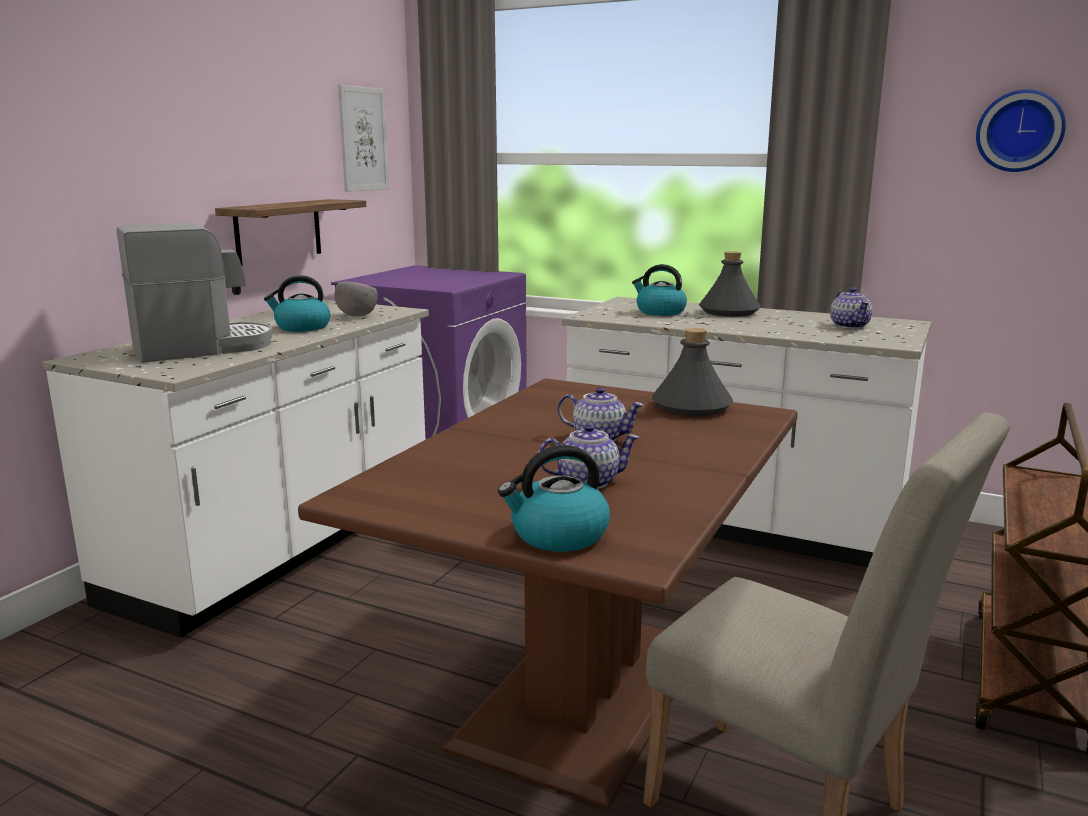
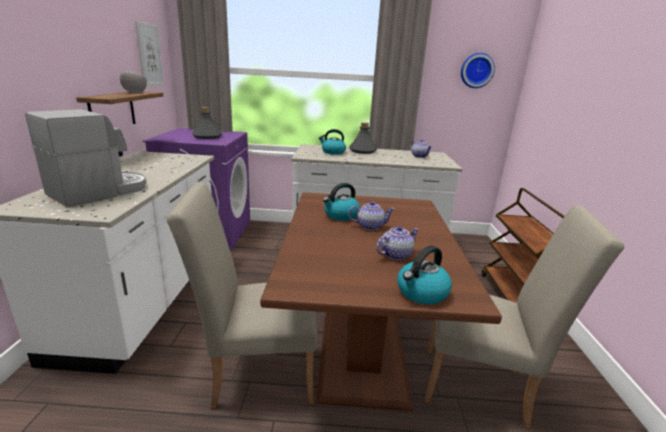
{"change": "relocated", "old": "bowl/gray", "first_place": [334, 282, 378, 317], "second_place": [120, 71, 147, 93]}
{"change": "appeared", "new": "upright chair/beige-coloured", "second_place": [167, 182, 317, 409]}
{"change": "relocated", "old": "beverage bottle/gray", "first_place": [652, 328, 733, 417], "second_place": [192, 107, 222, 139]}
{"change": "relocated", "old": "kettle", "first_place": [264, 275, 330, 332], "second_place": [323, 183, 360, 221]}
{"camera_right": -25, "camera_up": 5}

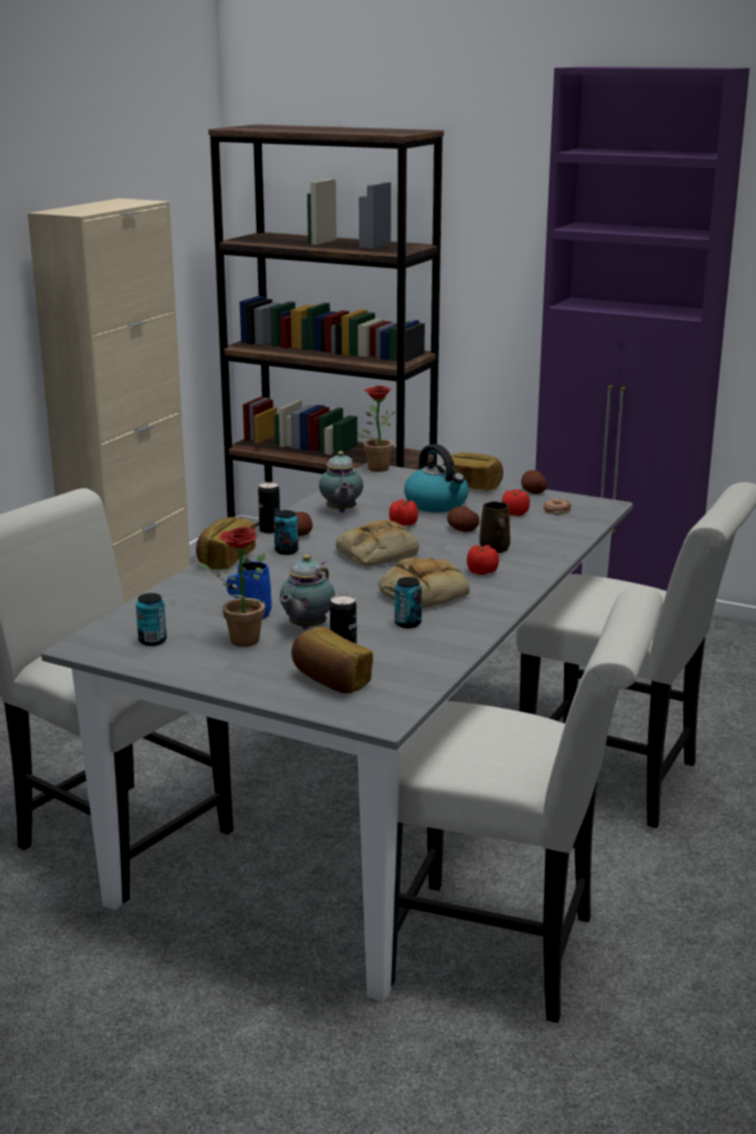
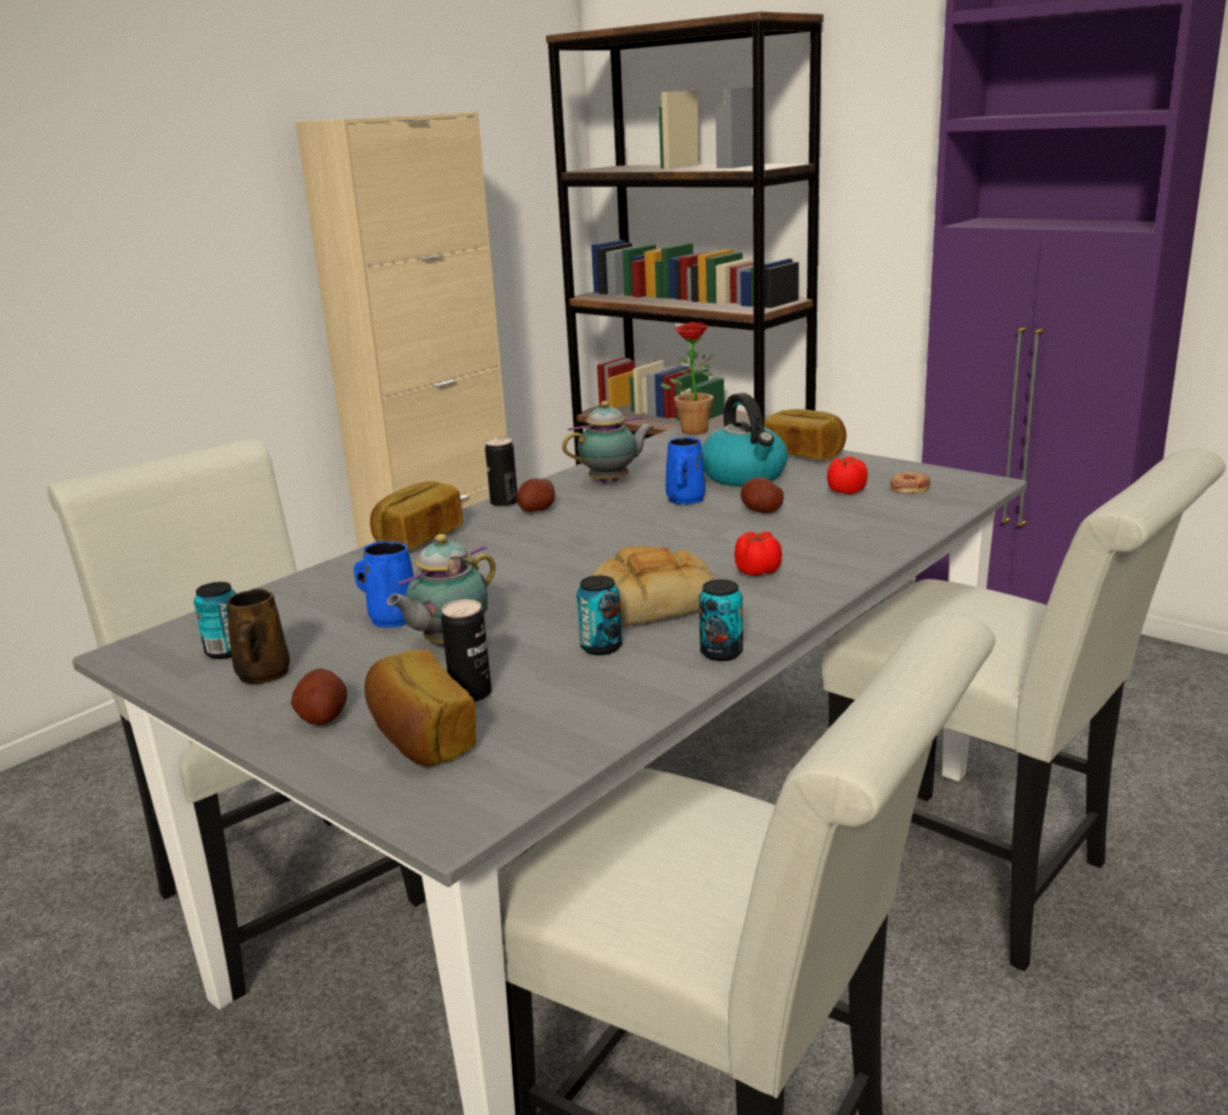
{"change": "relocated", "old": "coffee mug/brown-coloured", "first_place": [479, 501, 510, 553], "second_place": [227, 589, 290, 684]}
{"change": "relocated", "old": "whole potato", "first_place": [521, 470, 547, 494], "second_place": [291, 668, 347, 725]}
{"change": "spun", "old": "teapot", "first_place": [319, 451, 363, 513], "second_place": [562, 401, 653, 483], "degrees": -120}
{"change": "exchanged", "old": "fresh tomato", "new": "coffee mug/blue-coloured", "first_place": [389, 500, 418, 526], "second_place": [666, 437, 705, 505]}
{"change": "relocated", "old": "metal can", "first_place": [274, 510, 298, 555], "second_place": [699, 579, 743, 661]}
{"change": "missing", "old": "plant in a pot", "first_place": [196, 527, 266, 647]}
{"change": "missing", "old": "bakery bread", "first_place": [336, 520, 419, 566]}
{"camera_right": 15, "camera_up": 0}

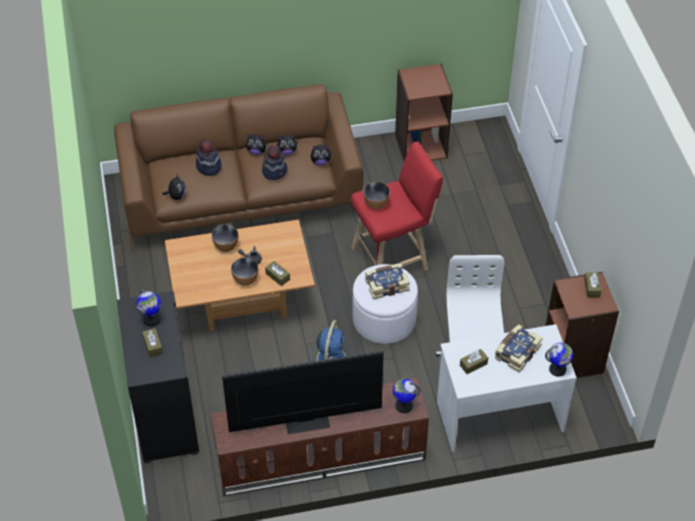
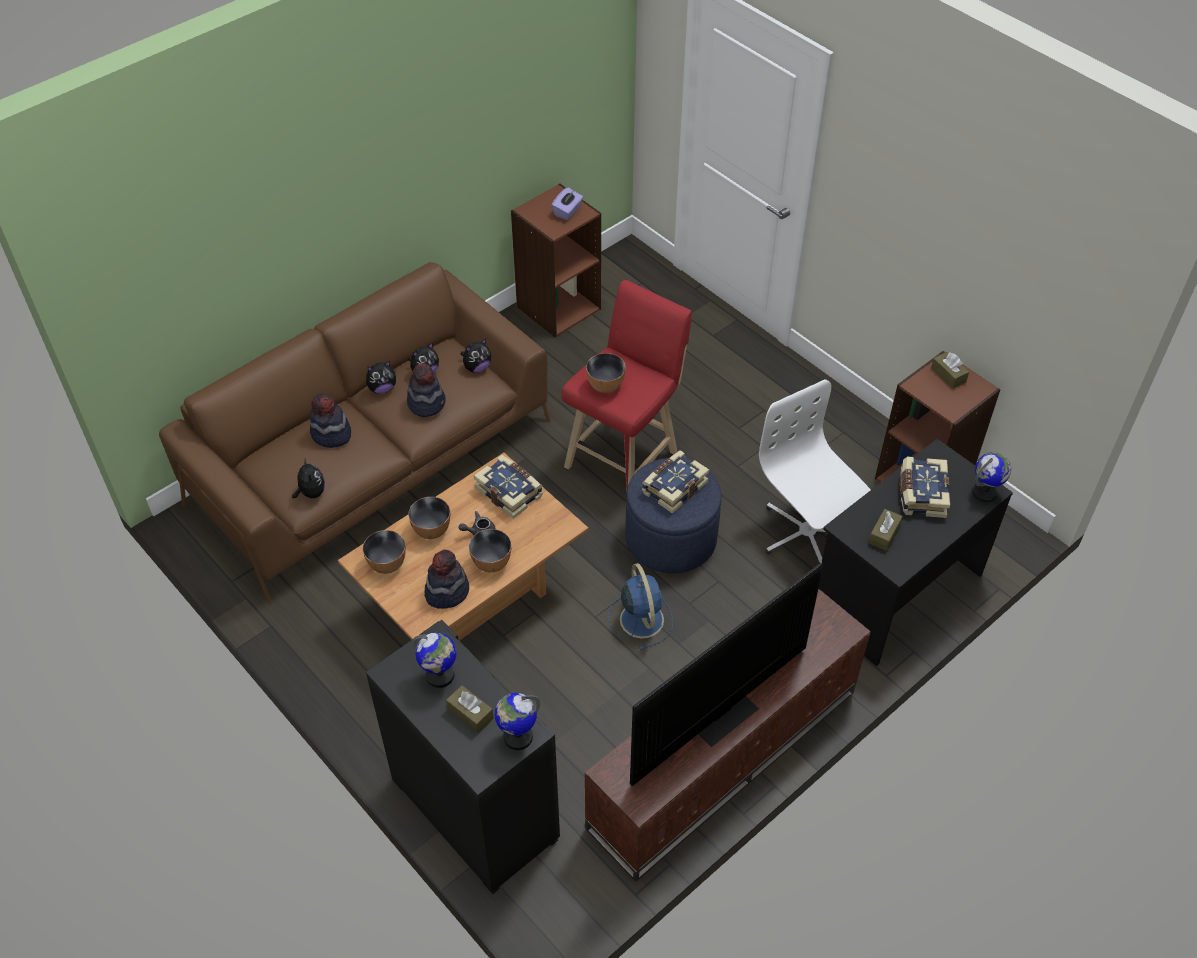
{"change": "appeared", "new": "bowl", "second_place": [363, 530, 406, 574]}
{"change": "appeared", "new": "clothing hat", "second_place": [424, 550, 469, 609]}
{"change": "appeared", "new": "bound book", "second_place": [474, 455, 543, 519]}
{"change": "relocated", "old": "desk globe", "first_place": [393, 379, 421, 413], "second_place": [495, 693, 540, 750]}
{"change": "appeared", "new": "box of tissues/purplish", "second_place": [551, 187, 583, 220]}
{"change": "colour", "old": "ottoman/white", "new": "ottoman/blue-coloured", "first_place": [353, 264, 418, 344], "second_place": [625, 458, 722, 573]}
{"change": "colour", "old": "desk/white", "new": "desk/blackish", "first_place": [437, 324, 577, 452], "second_place": [819, 439, 1013, 666]}
{"change": "missing", "old": "box of tissues/brown-coloured", "first_place": [265, 261, 290, 286]}
{"camera_right": -30, "camera_up": 0}

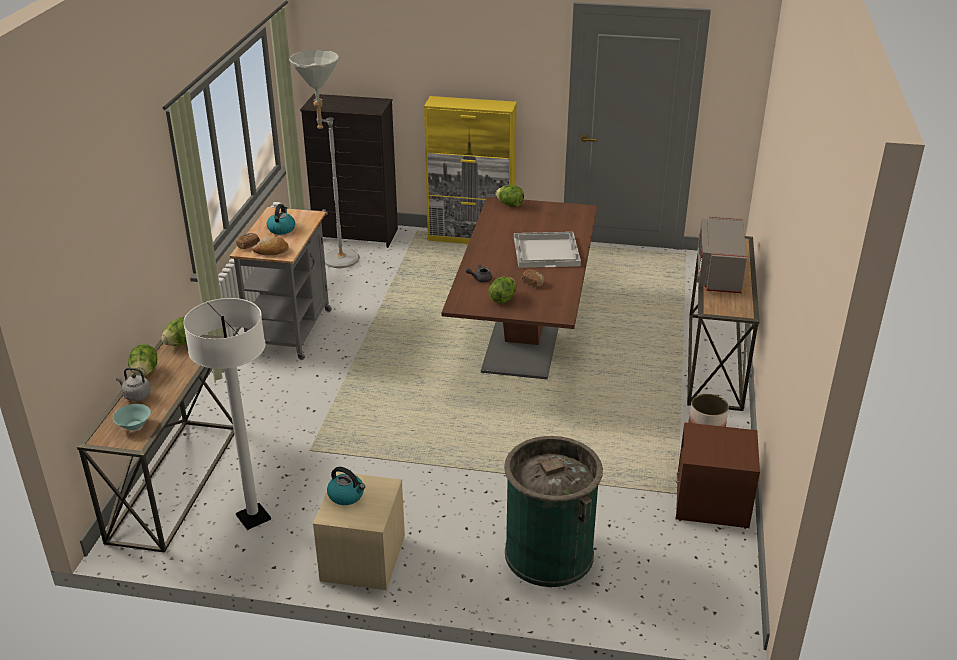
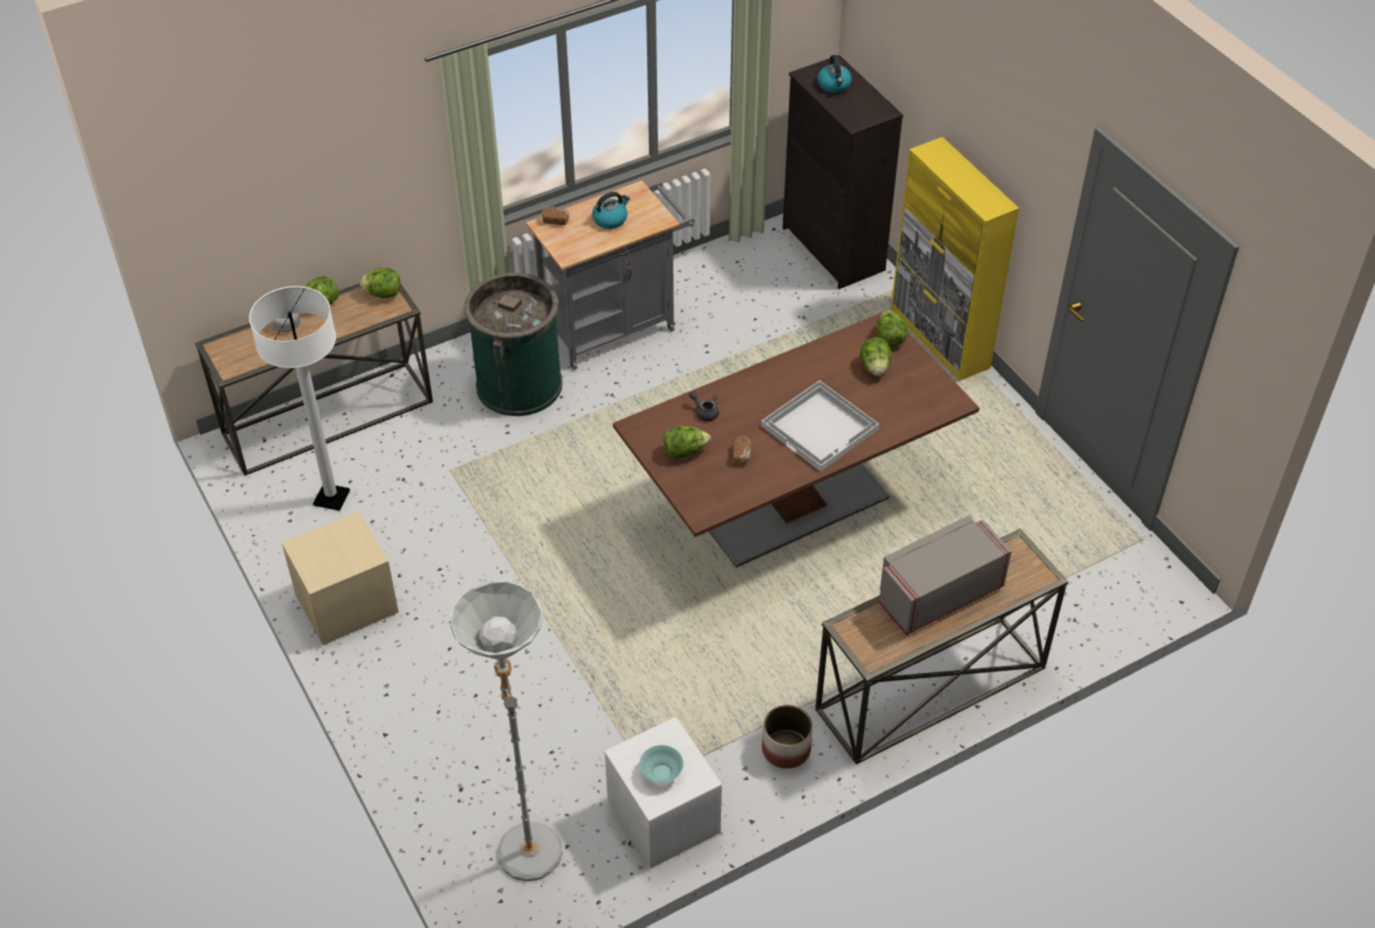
{"change": "relocated", "old": "floor lamp/gray", "first_place": [289, 49, 360, 268], "second_place": [450, 581, 563, 881]}
{"change": "relocated", "old": "waste bin/green", "first_place": [504, 436, 603, 587], "second_place": [464, 273, 562, 416]}
{"change": "colour", "old": "night table/brown-coloured", "new": "night table/white", "first_place": [676, 422, 760, 529], "second_place": [604, 717, 722, 869]}
{"change": "relocated", "old": "bowl/blue-green", "first_place": [113, 404, 151, 431], "second_place": [639, 745, 684, 783]}
{"change": "relocated", "old": "kettle", "first_place": [327, 467, 365, 505], "second_place": [817, 55, 852, 93]}
{"change": "appeared", "new": "head of lettuce", "second_place": [860, 337, 891, 376]}
{"change": "missing", "old": "bakery bread", "first_place": [252, 237, 289, 255]}
{"camera_right": 50, "camera_up": 15}

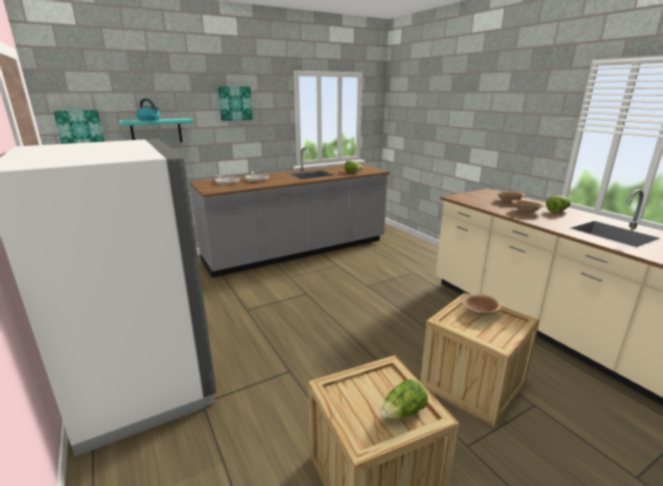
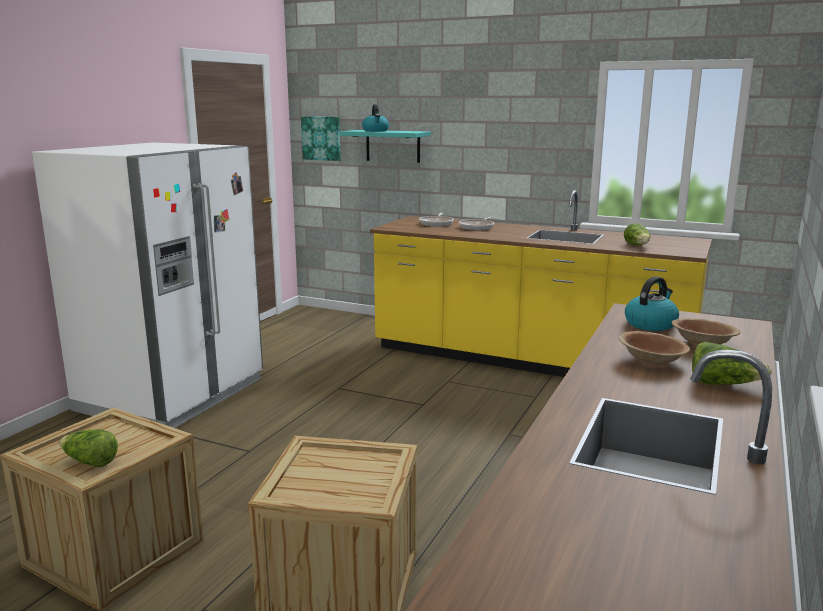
{"change": "colour", "old": "kitchen counter/gray", "new": "kitchen counter/yellow-coloured", "first_place": [189, 148, 390, 278], "second_place": [370, 190, 712, 377]}
{"change": "appeared", "new": "kettle", "second_place": [625, 276, 679, 331]}
{"change": "missing", "old": "picture", "first_place": [218, 86, 253, 121]}
{"change": "missing", "old": "bowl/brown-coloured", "first_place": [462, 294, 502, 316]}
{"camera_right": 55, "camera_up": -5}

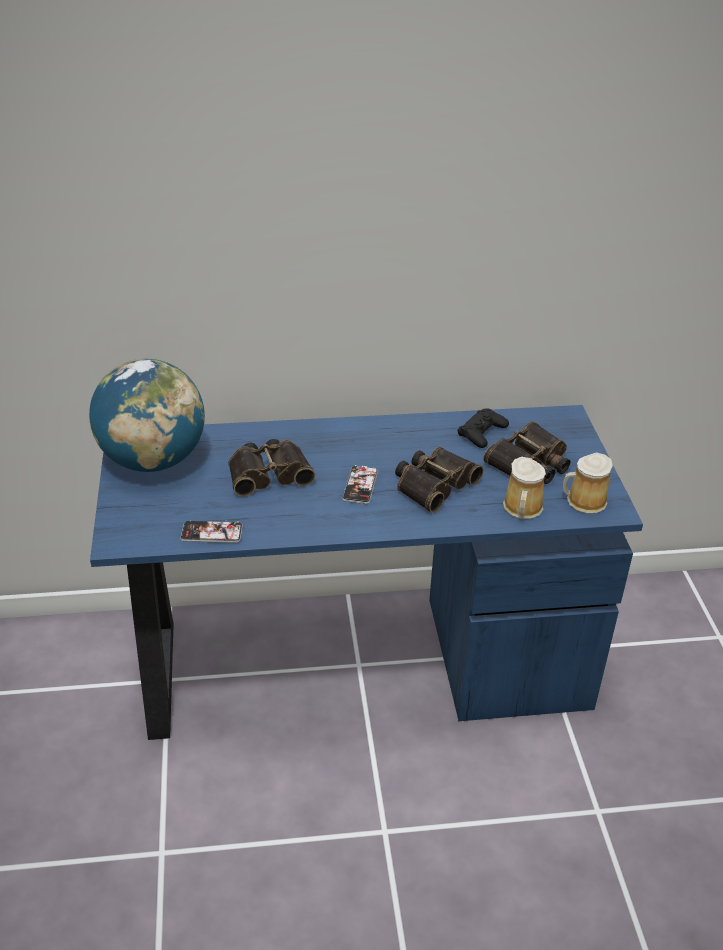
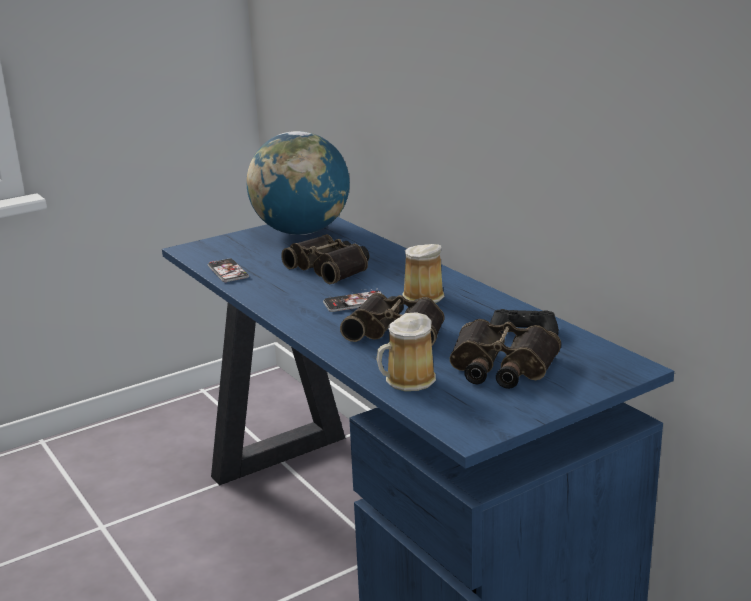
{"change": "relocated", "old": "coffee mug", "first_place": [563, 452, 613, 514], "second_place": [403, 244, 444, 303]}
{"camera_right": 65, "camera_up": -15}

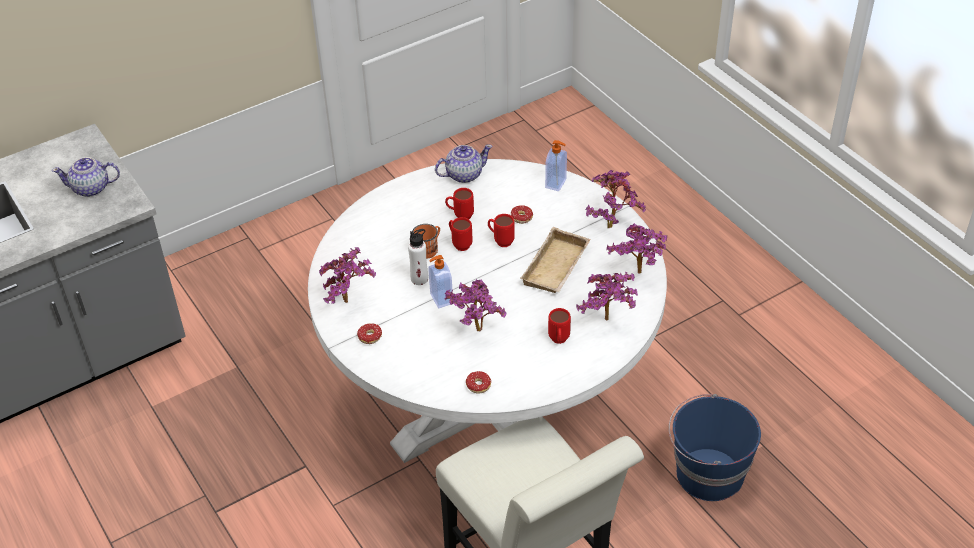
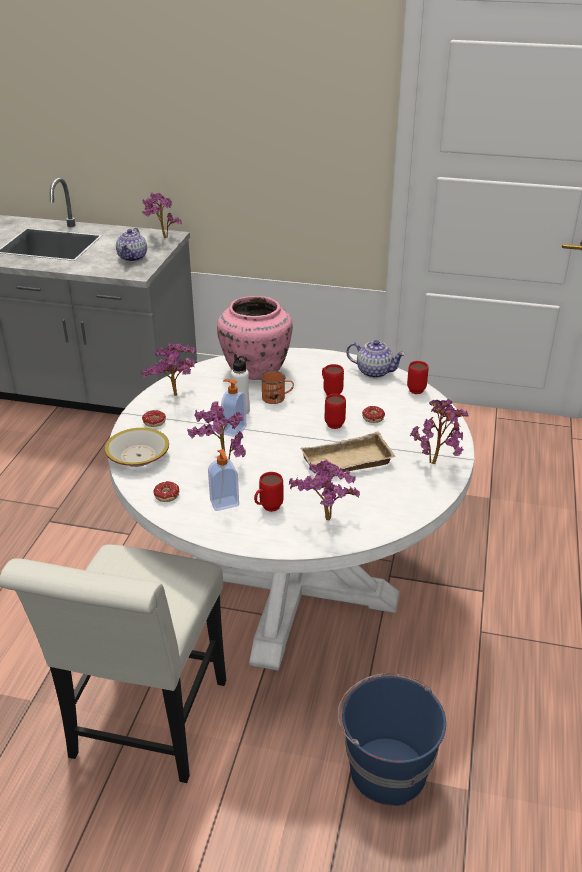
{"change": "appeared", "new": "bowl", "second_place": [105, 428, 169, 467]}
{"change": "spun", "old": "teapot", "first_place": [52, 157, 120, 197], "second_place": [116, 228, 147, 262], "degrees": -120}
{"change": "relocated", "old": "plant in a pot", "first_place": [606, 223, 667, 274], "second_place": [142, 193, 182, 238]}
{"change": "relocated", "old": "soap bottle", "first_place": [545, 140, 567, 191], "second_place": [208, 449, 239, 511]}
{"change": "appeared", "new": "decorative vase/pink-coloured", "second_place": [217, 296, 293, 380]}
{"change": "relocated", "old": "coffee mug/reddish", "first_place": [449, 217, 473, 251], "second_place": [407, 361, 429, 394]}
{"camera_right": 45, "camera_up": -10}

